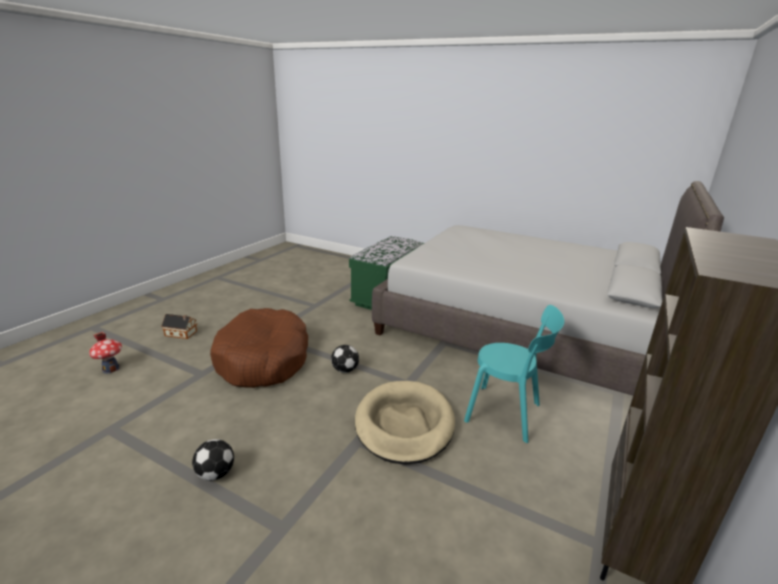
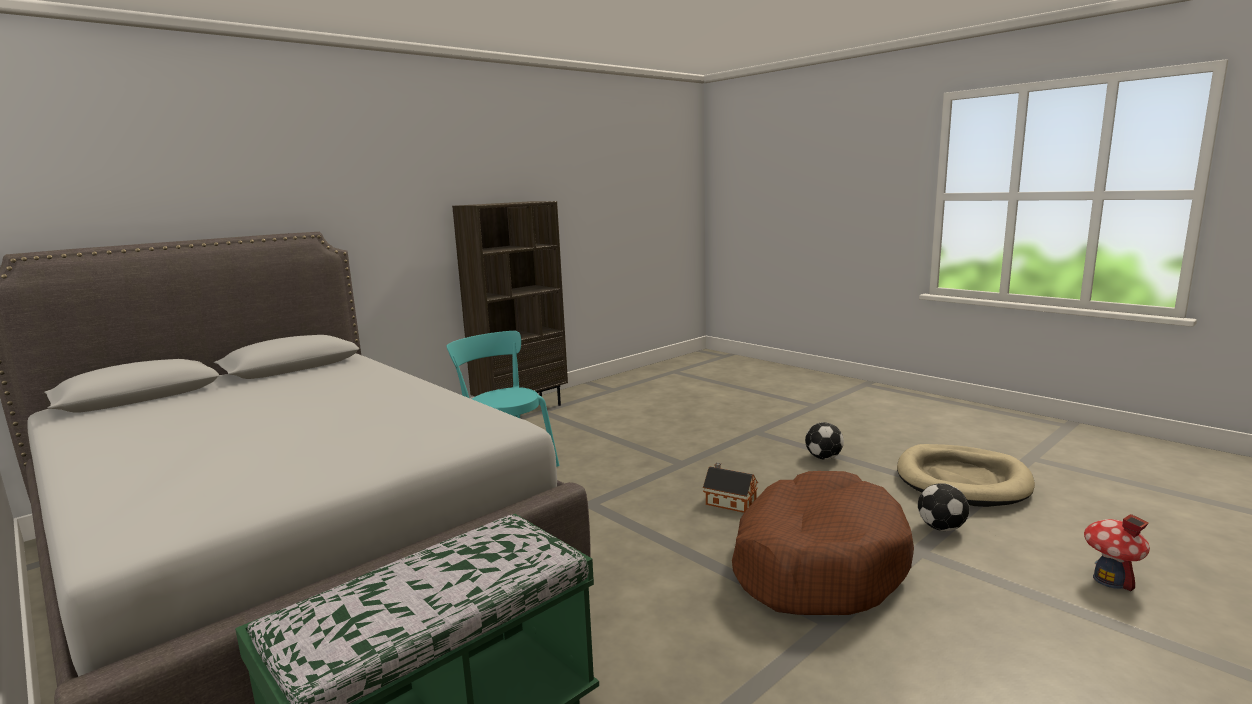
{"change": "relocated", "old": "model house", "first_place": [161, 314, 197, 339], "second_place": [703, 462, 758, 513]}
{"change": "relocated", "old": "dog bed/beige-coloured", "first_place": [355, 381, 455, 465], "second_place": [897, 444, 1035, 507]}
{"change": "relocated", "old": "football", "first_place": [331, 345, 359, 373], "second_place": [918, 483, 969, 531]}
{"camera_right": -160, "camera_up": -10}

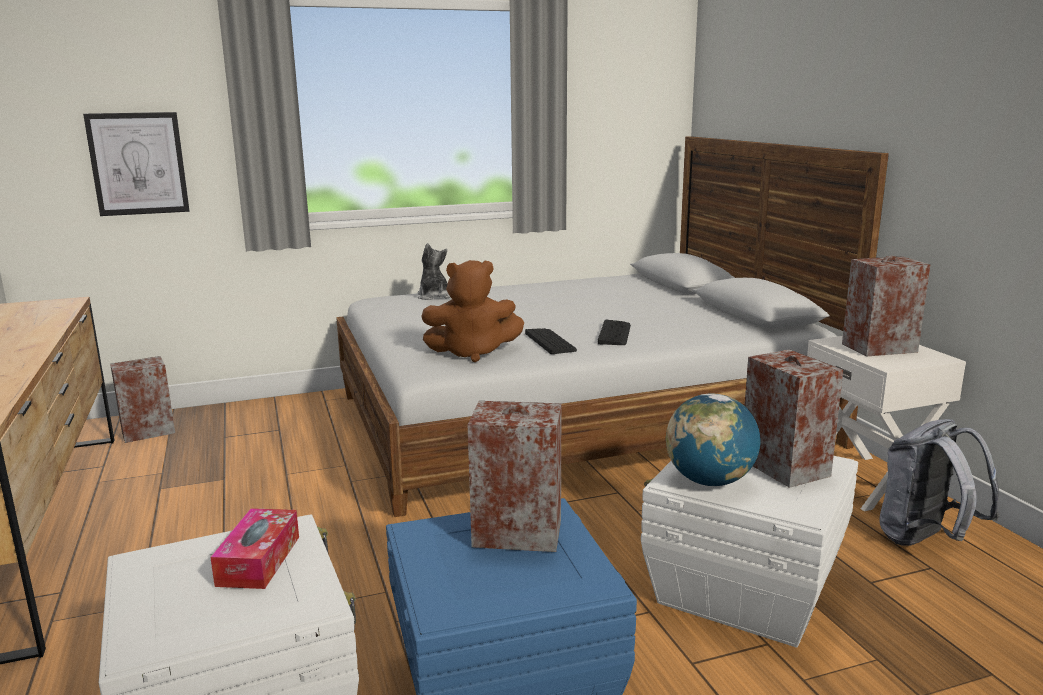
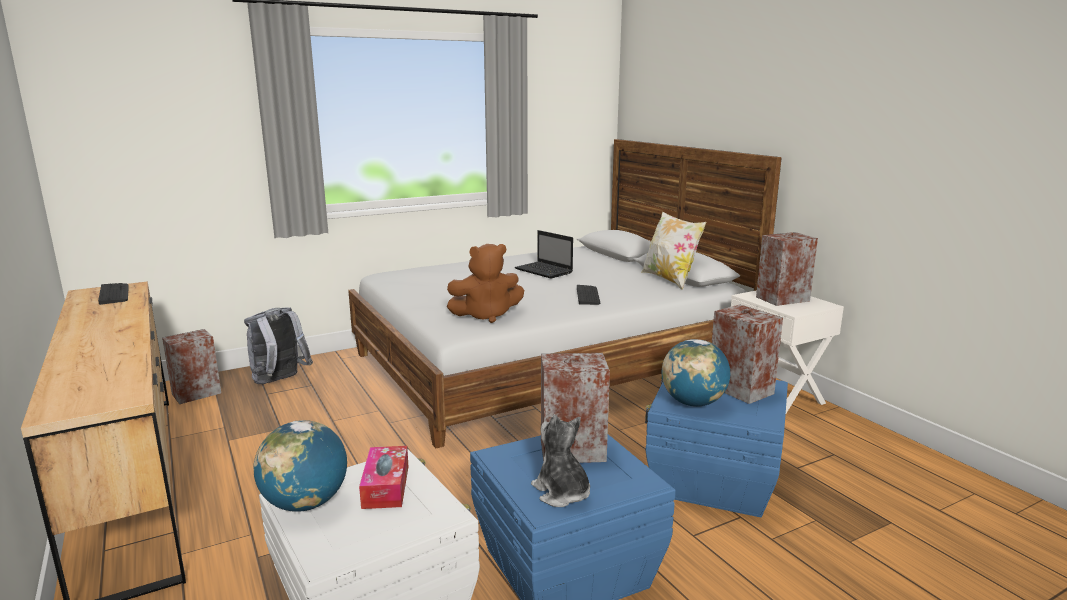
{"change": "relocated", "old": "computer keyboard", "first_place": [525, 328, 577, 354], "second_place": [98, 283, 129, 305]}
{"change": "relocated", "old": "backpack/gray", "first_place": [880, 419, 999, 546], "second_place": [244, 307, 313, 384]}
{"change": "appeared", "new": "desk globe", "second_place": [253, 420, 347, 512]}
{"change": "appeared", "new": "notebook computer", "second_place": [515, 230, 573, 279]}
{"change": "relocated", "old": "plush toy", "first_place": [418, 243, 450, 300], "second_place": [531, 414, 590, 507]}
{"change": "appeared", "new": "pillow", "second_place": [641, 211, 706, 290]}
{"change": "colour", "old": "storage box/white", "new": "storage box/blue-coloured", "first_place": [641, 456, 858, 648], "second_place": [645, 376, 788, 517]}
{"change": "missing", "old": "picture", "first_place": [83, 112, 189, 216]}
{"camera_right": -10, "camera_up": 0}

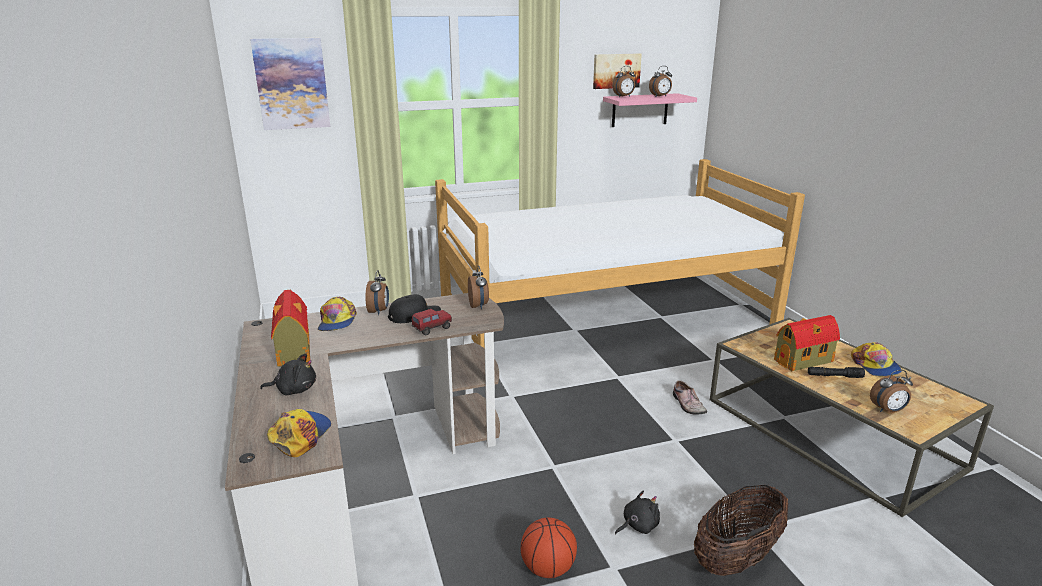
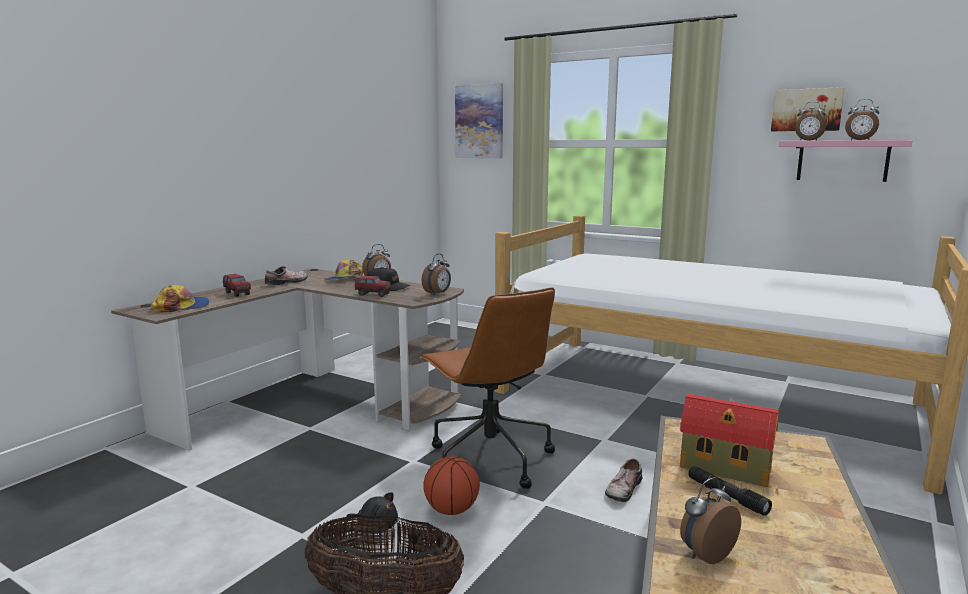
{"change": "exchanged", "old": "plush toy/blackish", "new": "toy lorry", "first_place": [260, 353, 316, 395], "second_place": [223, 274, 251, 297]}
{"change": "exchanged", "old": "model house", "new": "shoe", "first_place": [271, 289, 310, 367], "second_place": [265, 266, 308, 285]}
{"change": "appeared", "new": "computer chair/brown-coloured", "second_place": [420, 287, 555, 489]}
{"change": "relocated", "old": "basketball ball", "first_place": [521, 517, 577, 578], "second_place": [423, 456, 480, 515]}
{"change": "spun", "old": "table clock", "first_place": [870, 370, 913, 412], "second_place": [680, 477, 741, 564], "degrees": 105}
{"change": "missing", "old": "cap", "first_place": [851, 342, 902, 377]}
{"camera_right": 50, "camera_up": -10}

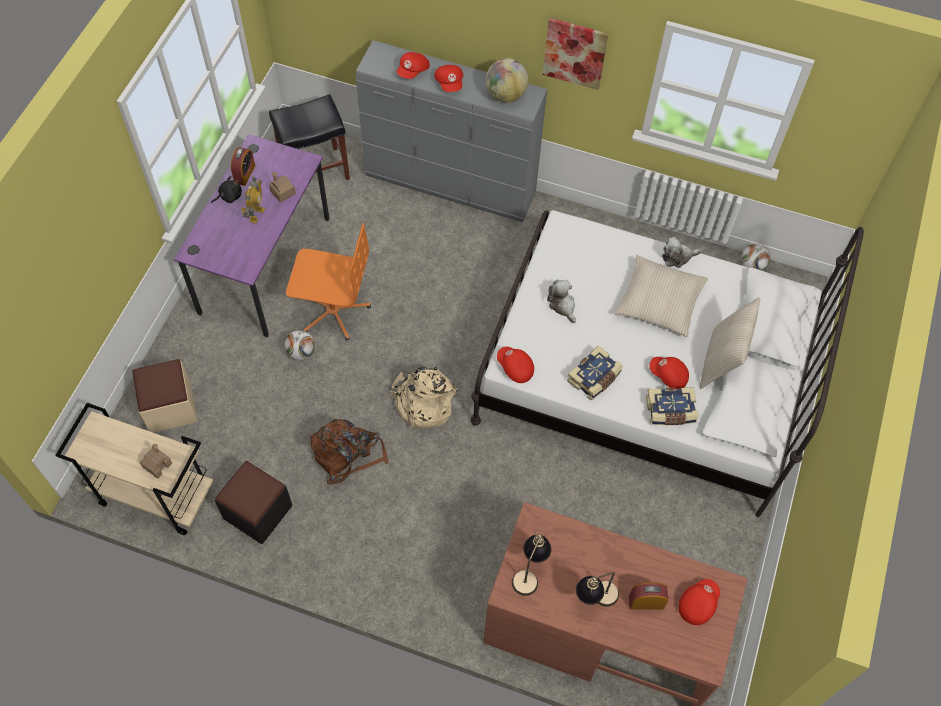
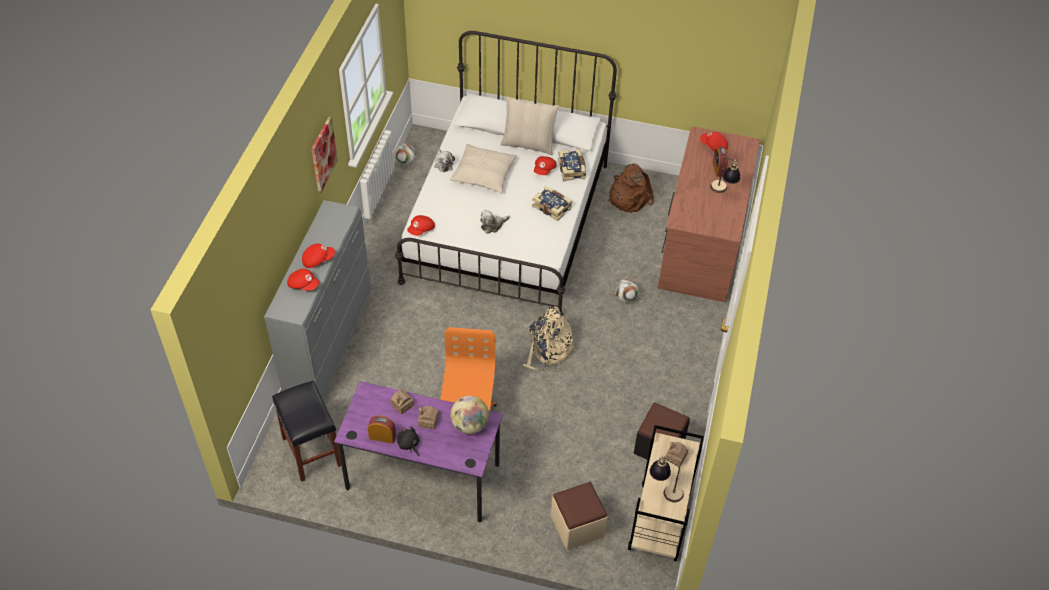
{"change": "relocated", "old": "cap/reddish", "first_place": [497, 347, 534, 383], "second_place": [407, 215, 435, 236]}
{"change": "exchanged", "old": "toy robot", "new": "model house", "first_place": [241, 177, 265, 223], "second_place": [418, 406, 439, 430]}
{"change": "relocated", "old": "desk globe", "first_place": [486, 58, 529, 103], "second_place": [450, 396, 489, 434]}
{"change": "relocated", "old": "backpack/brown-coloured", "first_place": [310, 419, 389, 484], "second_place": [608, 164, 654, 212]}
{"change": "relocated", "old": "football", "first_place": [285, 330, 315, 360], "second_place": [615, 279, 639, 302]}
{"change": "relocated", "old": "table lamp", "first_place": [512, 530, 551, 596], "second_place": [650, 456, 684, 502]}
{"camera_right": -95, "camera_up": -10}

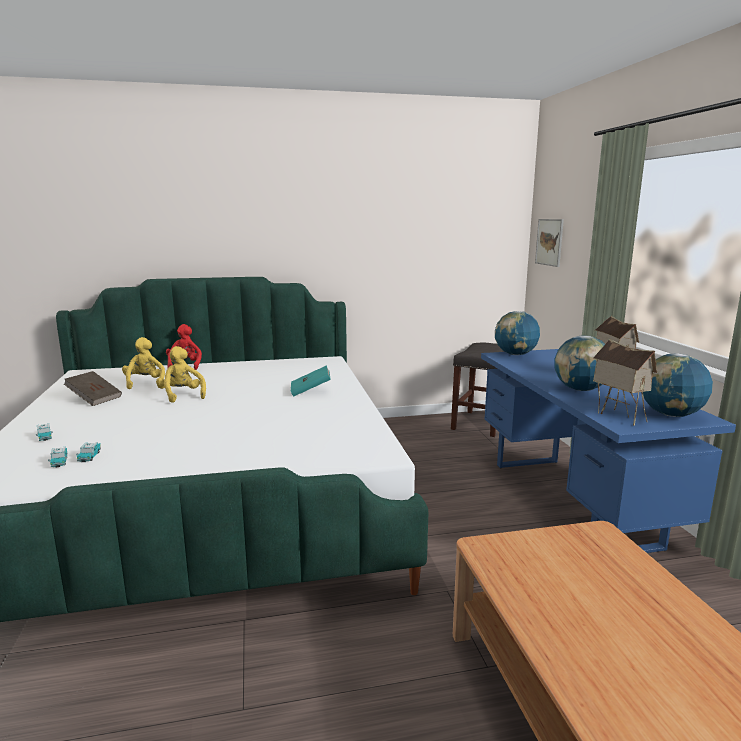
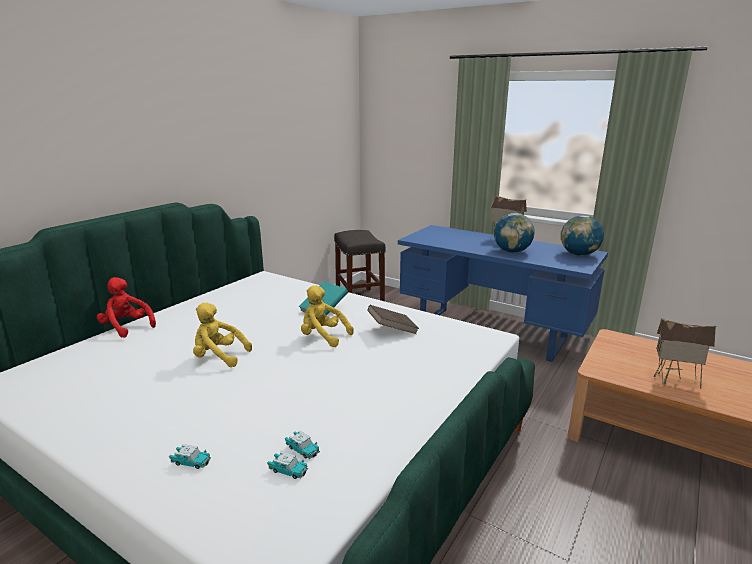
{"change": "relocated", "old": "plush toy/yellow-coloured", "first_place": [122, 337, 165, 389], "second_place": [301, 285, 354, 347]}
{"change": "relocated", "old": "bound book/brown-coloured", "first_place": [64, 371, 122, 406], "second_place": [367, 305, 419, 334]}
{"change": "relocated", "old": "model house", "first_place": [593, 339, 657, 426], "second_place": [654, 318, 716, 389]}
{"change": "missing", "old": "desk globe", "first_place": [495, 311, 540, 355]}
{"change": "missing", "old": "picture", "first_place": [535, 219, 564, 267]}
{"camera_right": -45, "camera_up": 5}

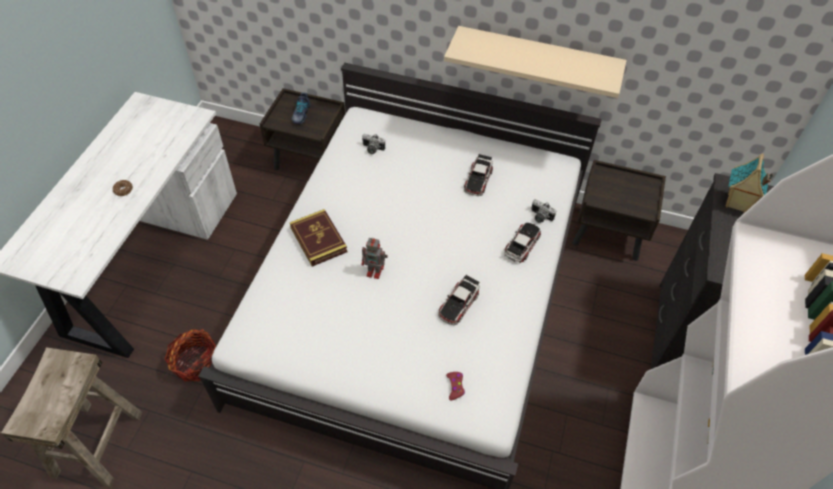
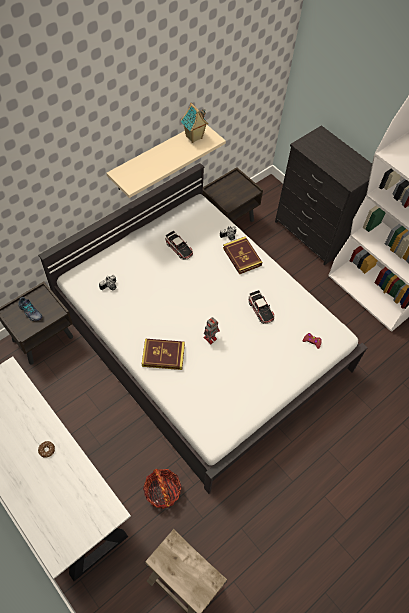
{"change": "relocated", "old": "model house", "first_place": [726, 153, 773, 213], "second_place": [181, 103, 208, 143]}
{"change": "exchanged", "old": "miniature car", "new": "bound book", "first_place": [505, 223, 541, 264], "second_place": [223, 236, 262, 274]}
{"camera_right": -60, "camera_up": 5}

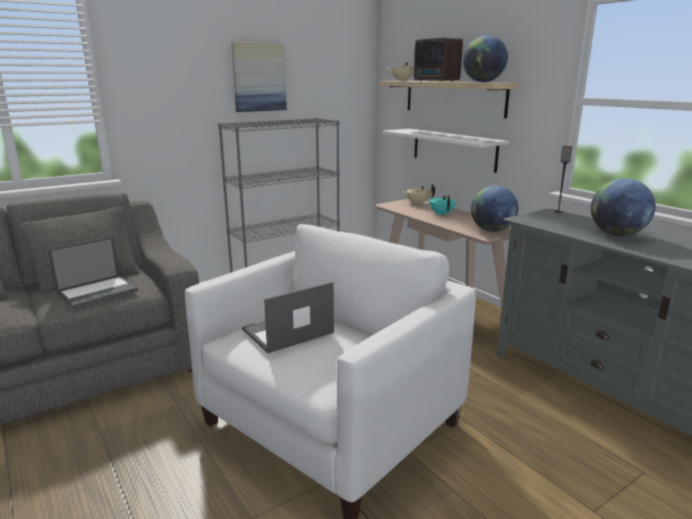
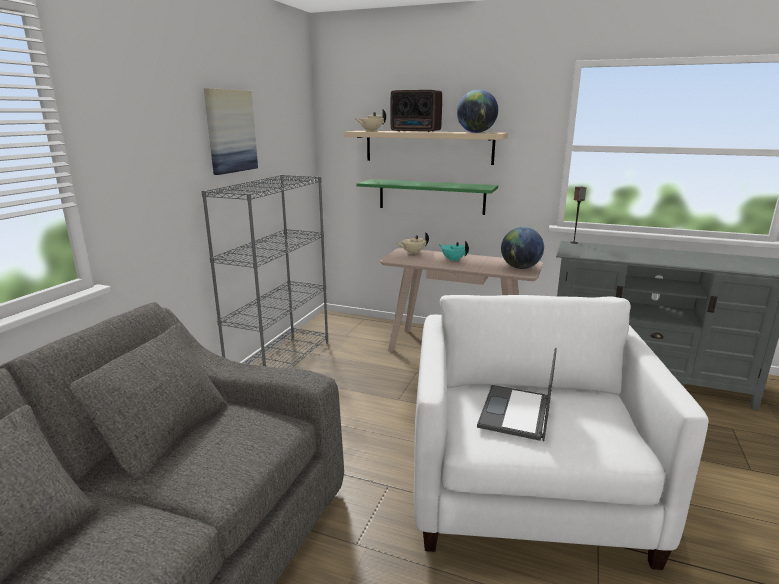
{"change": "colour", "old": "wall shelf/white", "new": "wall shelf/green", "first_place": [383, 129, 510, 173], "second_place": [356, 179, 498, 215]}
{"change": "missing", "old": "notebook computer", "first_place": [48, 236, 138, 308]}
{"change": "missing", "old": "desk globe", "first_place": [591, 178, 656, 236]}
{"camera_right": -35, "camera_up": 0}

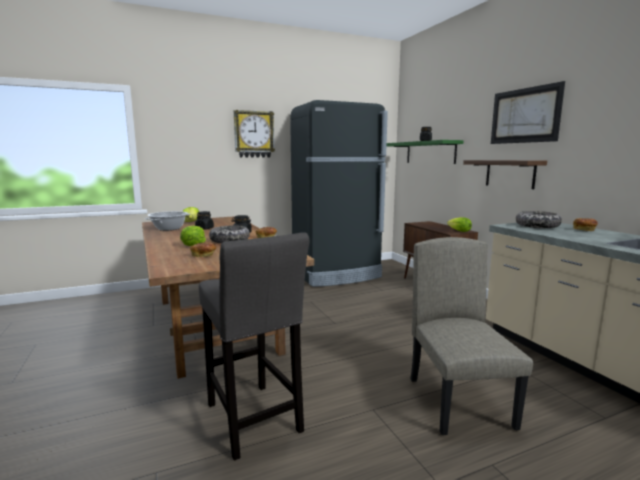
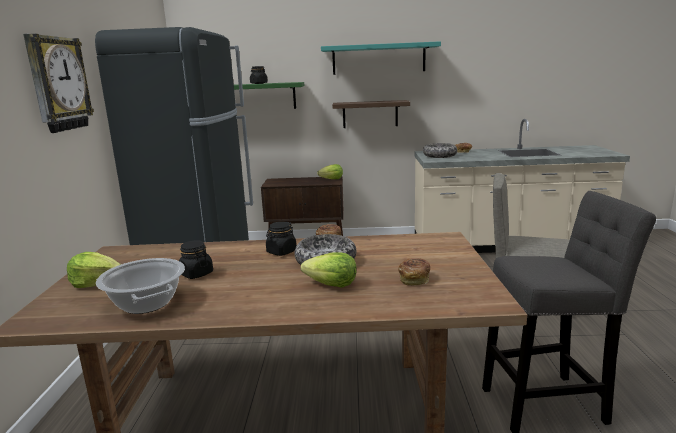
{"change": "exchanged", "old": "picture", "new": "wall shelf/blue-green", "first_place": [491, 81, 565, 144], "second_place": [321, 41, 441, 75]}
{"camera_right": -65, "camera_up": 5}

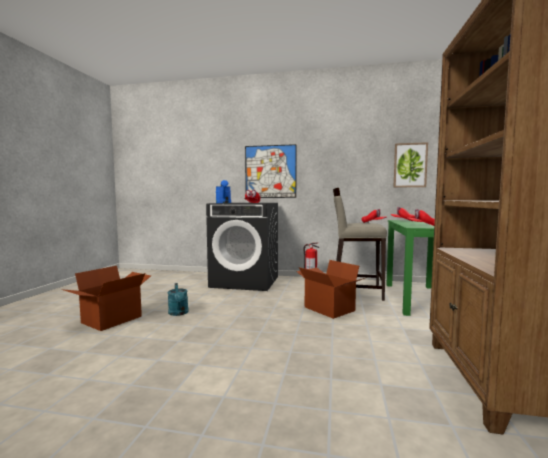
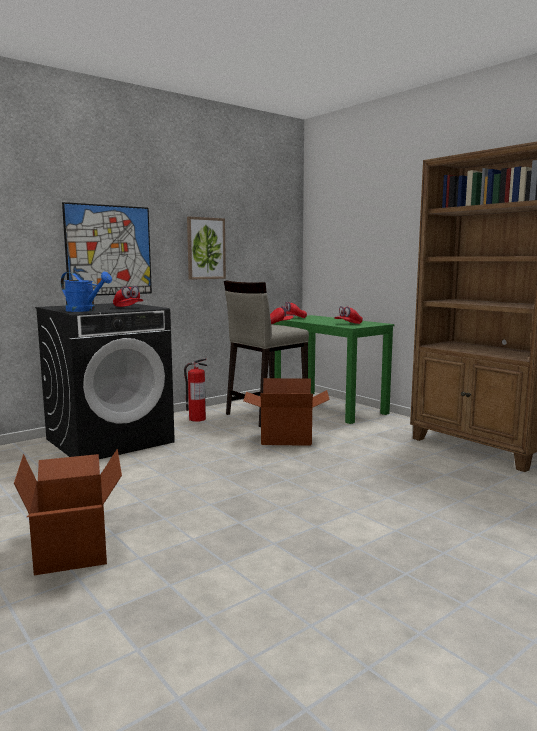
{"change": "relocated", "old": "picture", "first_place": [394, 142, 428, 187], "second_place": [187, 217, 226, 280]}
{"change": "missing", "old": "sprinkling can/blue-green", "first_place": [168, 283, 189, 316]}
{"camera_right": -50, "camera_up": 5}

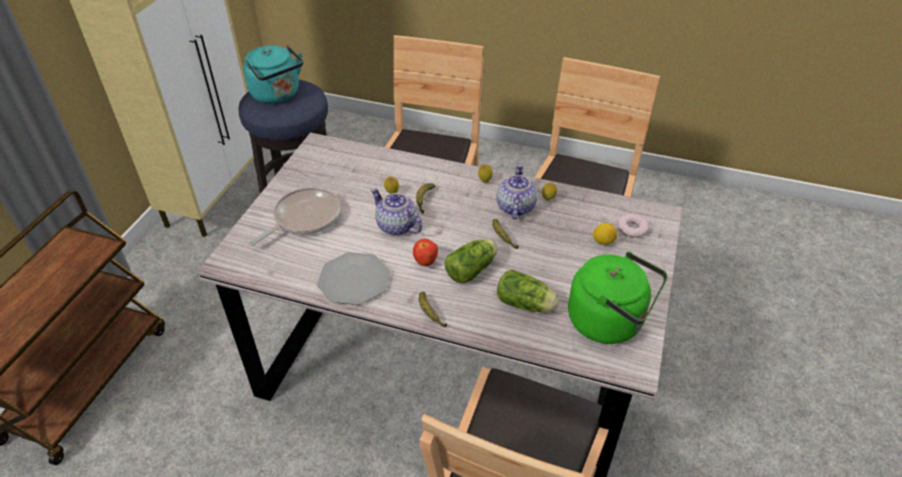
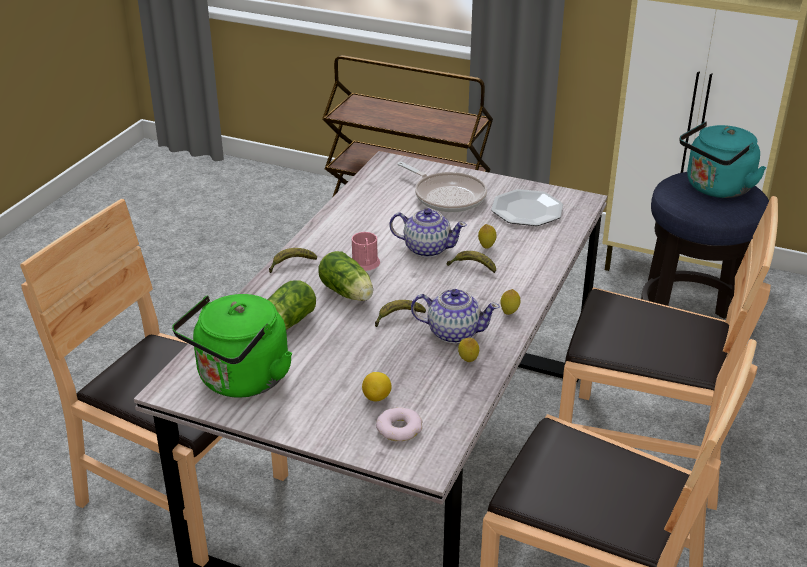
{"change": "exchanged", "old": "whole apple", "new": "coffee mug/pink-coloured", "first_place": [413, 239, 438, 266], "second_place": [352, 232, 380, 271]}
{"change": "spun", "old": "teapot", "first_place": [370, 188, 423, 236], "second_place": [389, 208, 467, 258], "degrees": 60}
{"change": "relocated", "old": "flat dish", "first_place": [317, 252, 390, 305], "second_place": [491, 189, 563, 226]}
{"camera_right": 95, "camera_up": -10}

